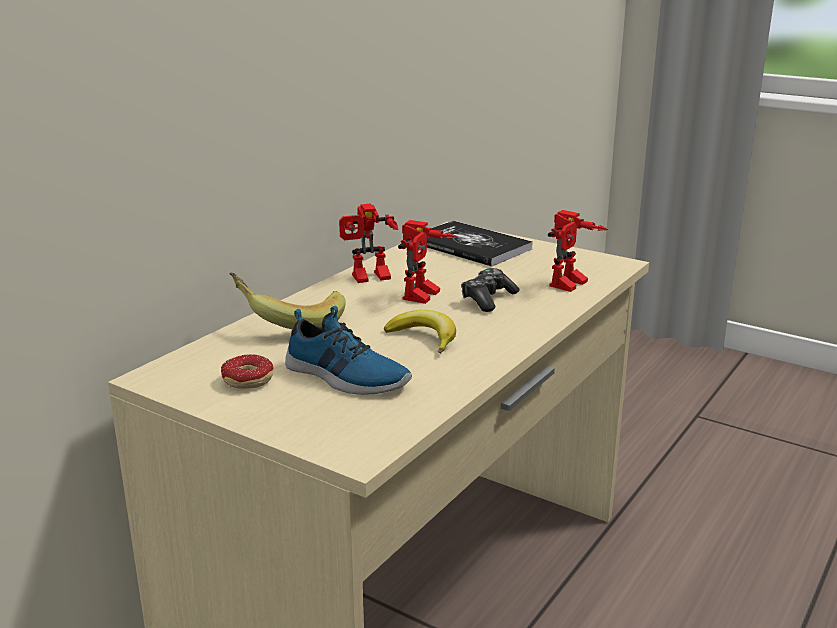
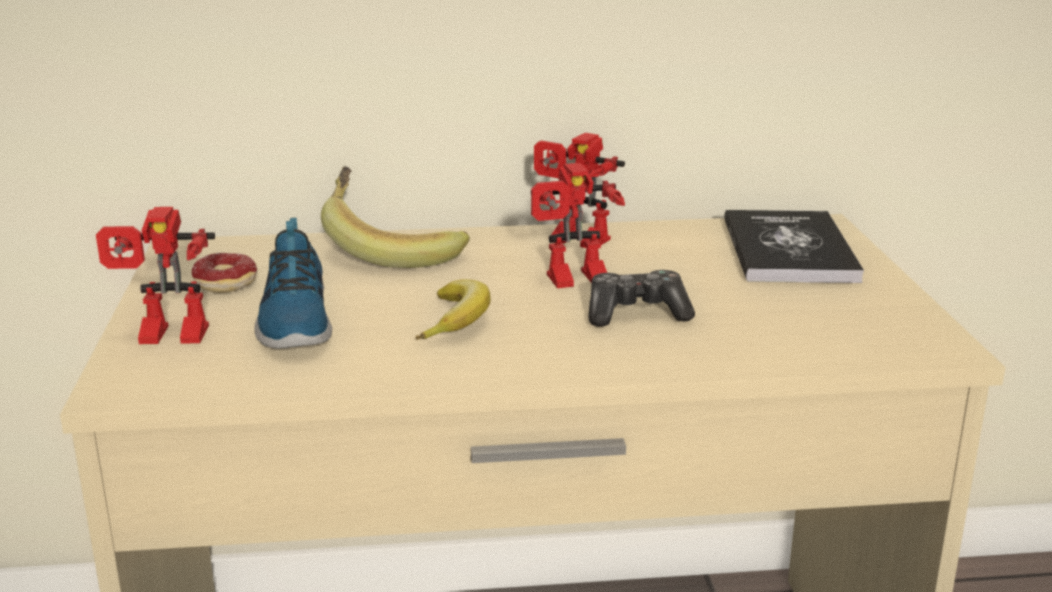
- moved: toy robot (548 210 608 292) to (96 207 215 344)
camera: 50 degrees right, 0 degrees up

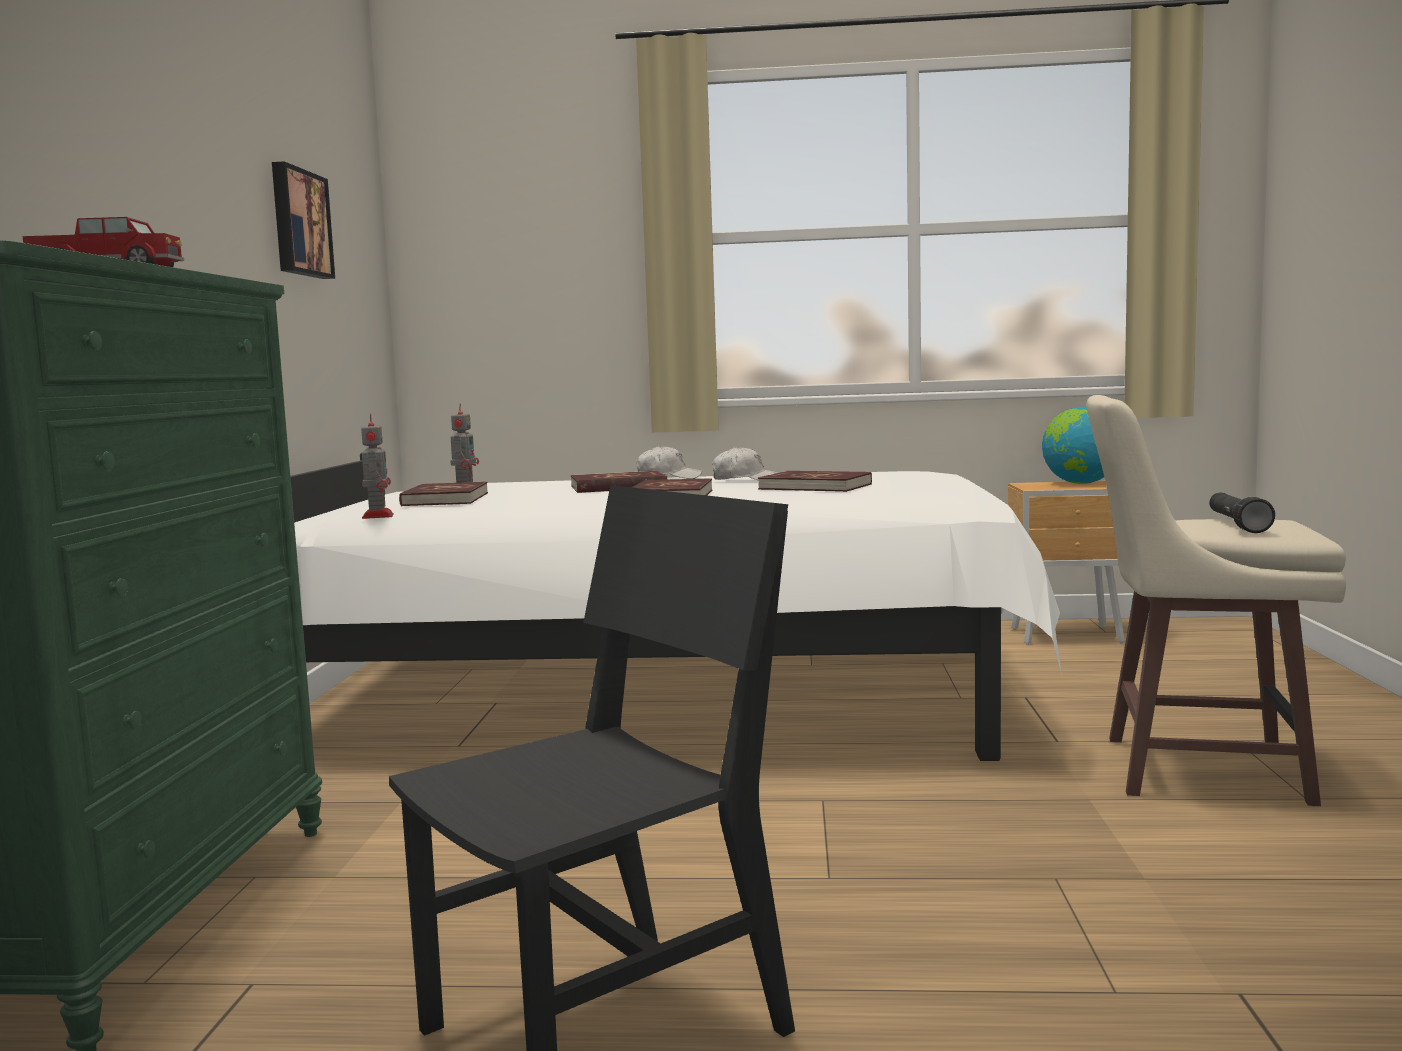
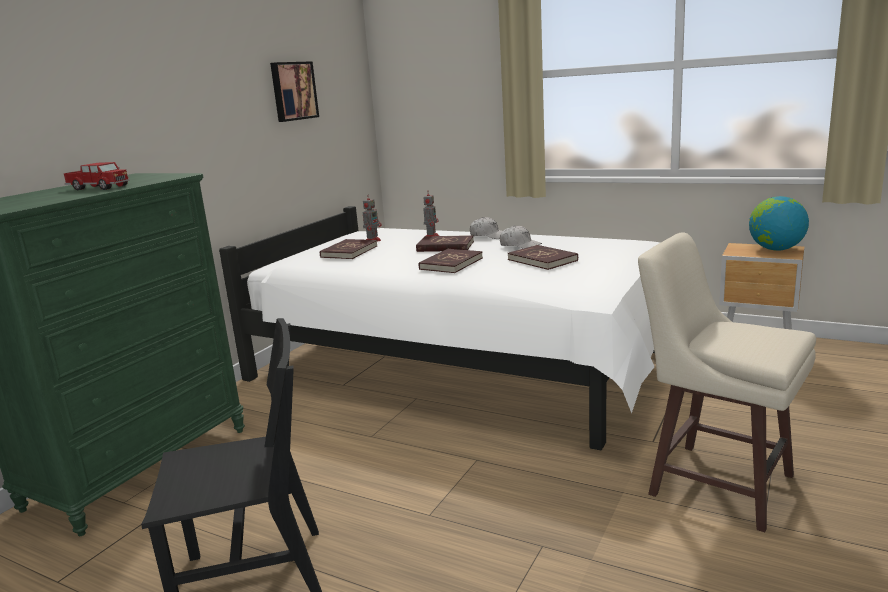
- moved: toy robot (361 413 394 519) to (423 191 439 236)
- removed: black flashlight (1209 493 1275 533)
camera: 25 degrees right, 10 degrees up

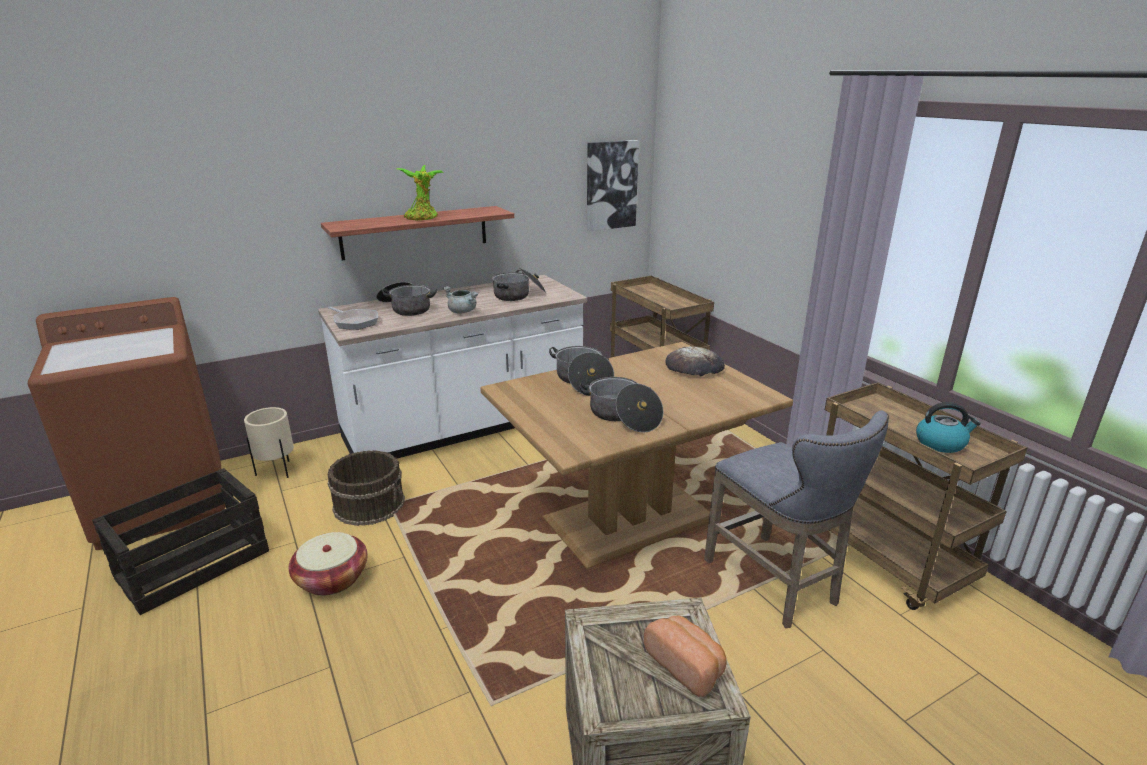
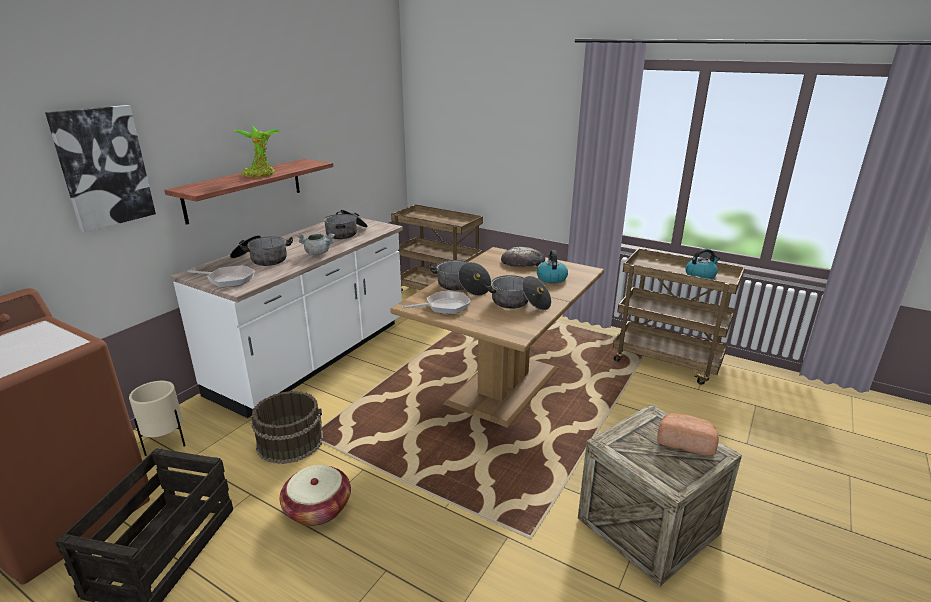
- moved: picture (587 140 639 231) to (45 105 156 232)
- removed: grey stool (704 410 889 628)
- added: kettle (537 250 568 284)
- added: frying pan (402 291 471 314)
camera: 30 degrees left, 0 degrees up

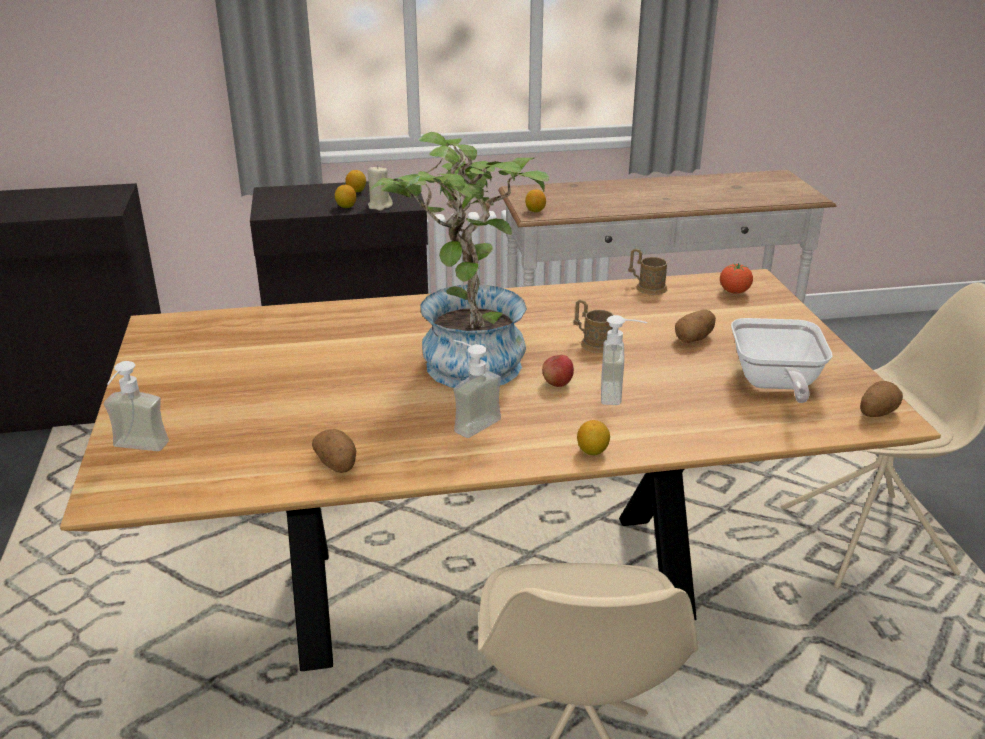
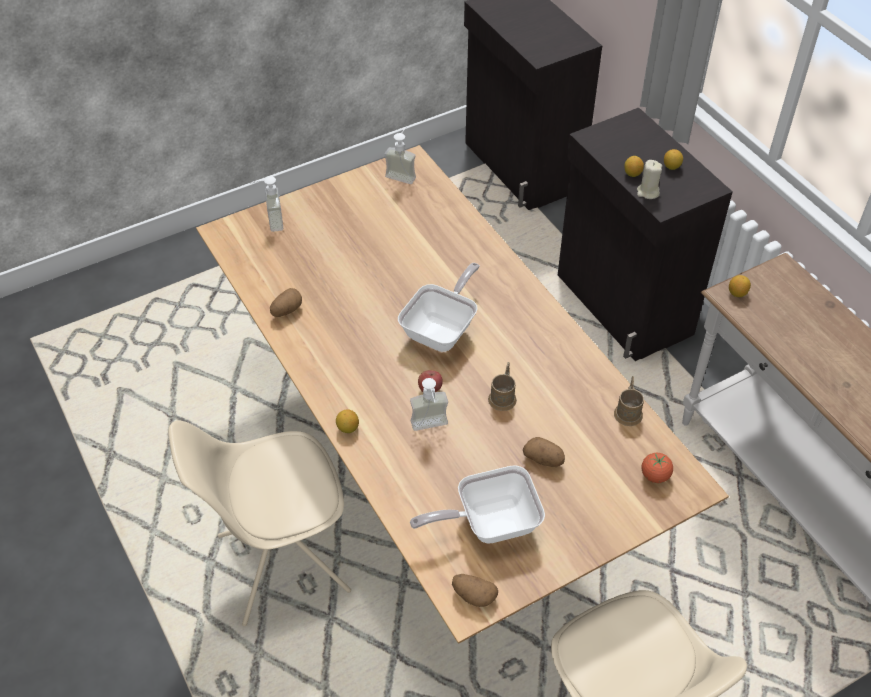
- replaced: potted plant (369 132 549 388) to frying pan (398 263 480 352)
- moved: soap dispenser (453 340 501 438) to (384 126 416 184)
camera: 70 degrees right, 20 degrees up

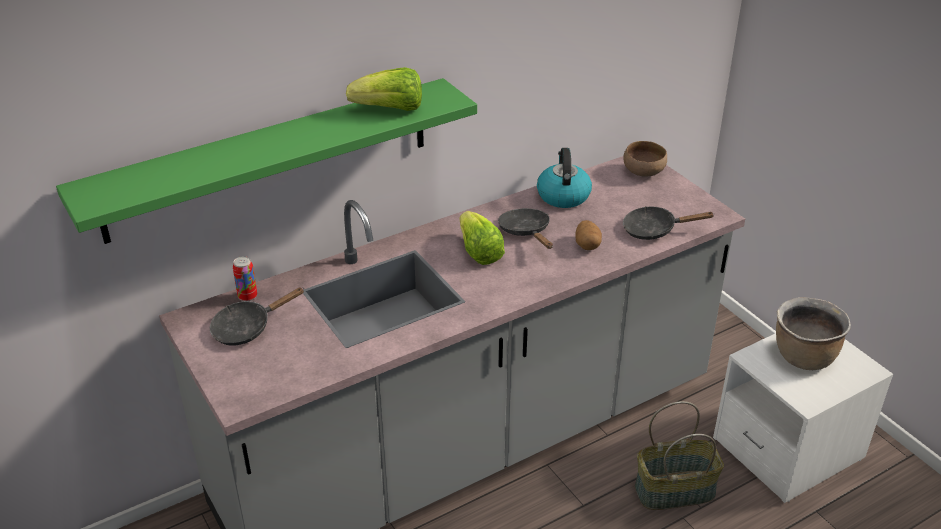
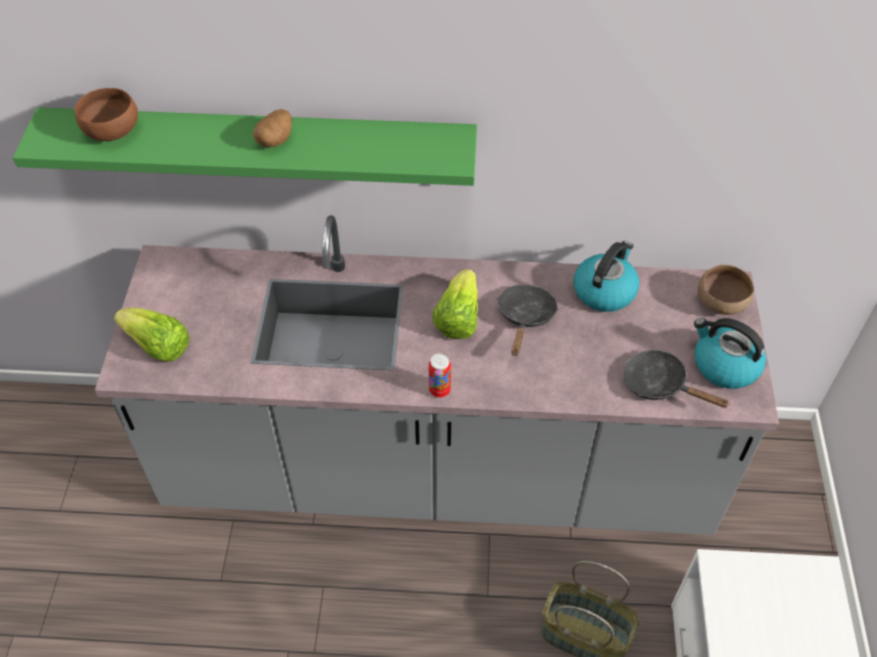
- moved: lettuce (346 67 422 111) to (114 308 190 362)
- moved: potato (575 220 602 250) to (253 109 292 148)
- moved: can (233 256 257 301) to (429 354 451 398)
- removed: black frying pan (210 287 304 346)
- removed: brown cooking pot (776 297 851 370)
- added: brown bowl (75 88 138 141)
- added: kettle (694 318 766 389)
camera: 35 degrees right, 15 degrees up

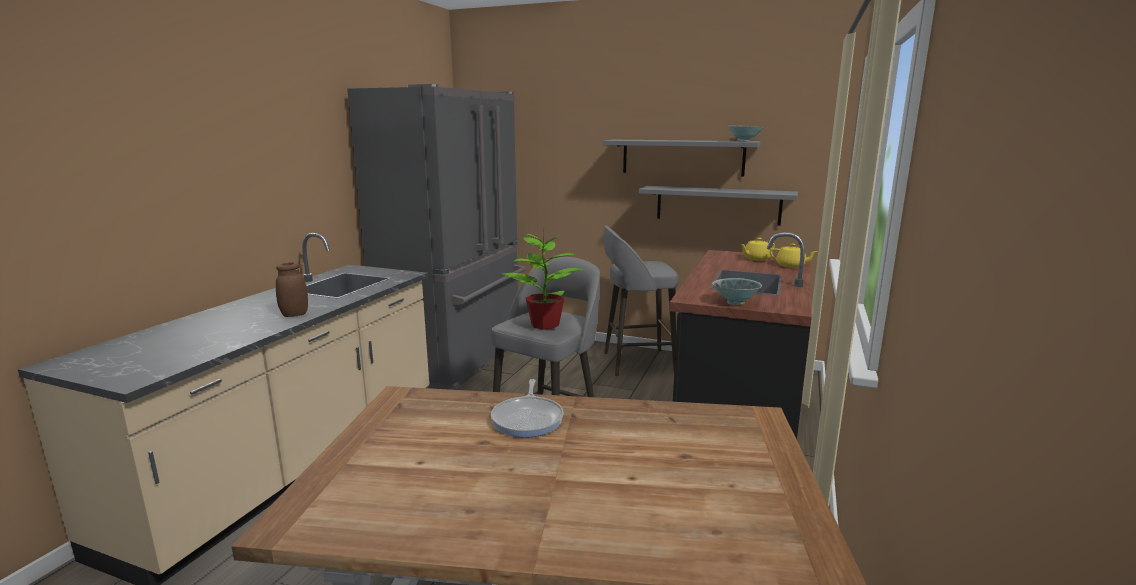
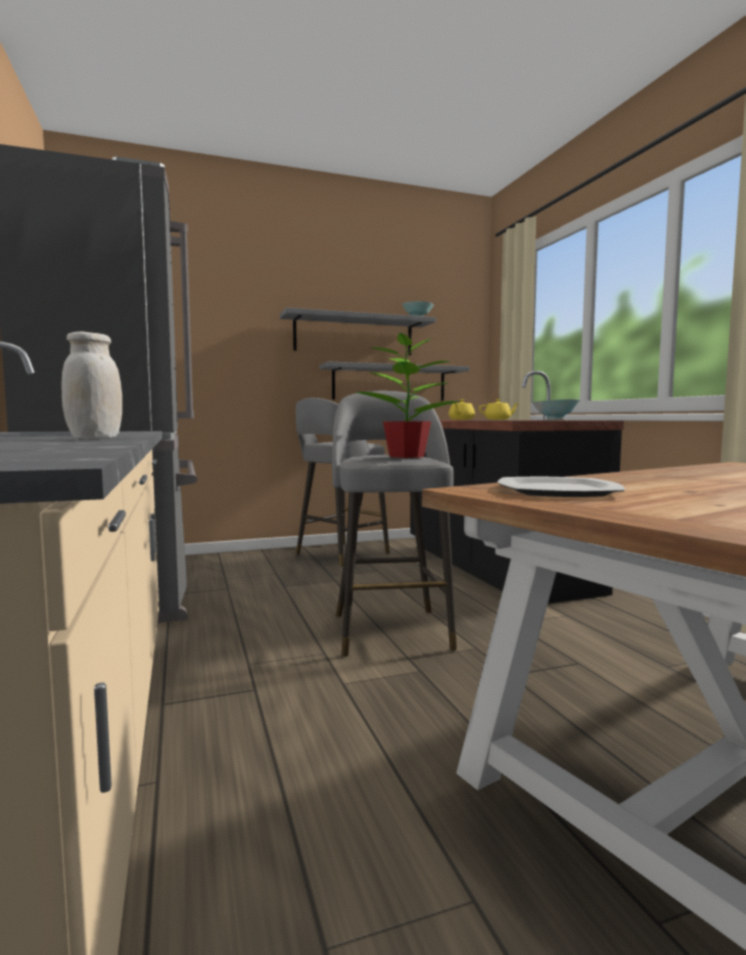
- recoloured: brown jar (276 262 308 317) to white jar (62 332 122 439)
- removed: frying pan (491 379 564 438)
- added: plate (498 477 625 497)
camera: 40 degrees left, 10 degrees down

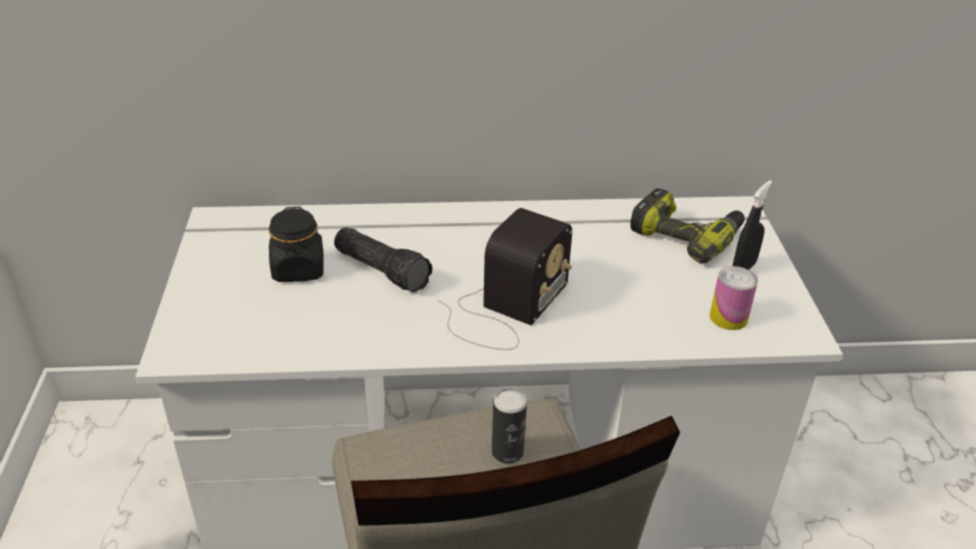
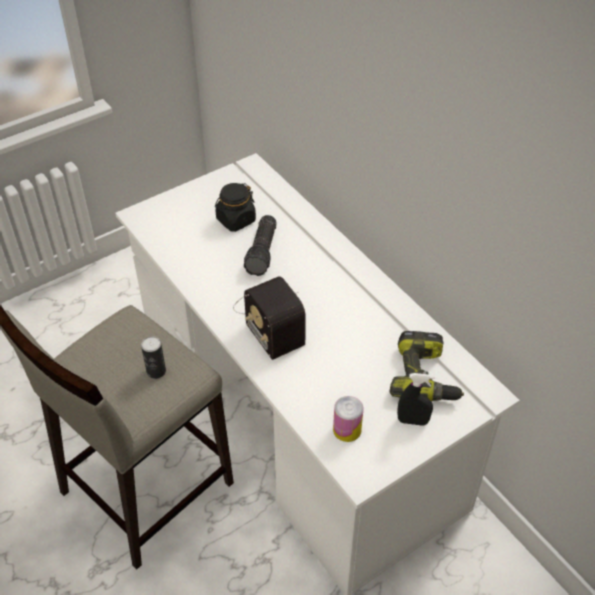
- turned: radio (438 208 572 350) = (233 276 306 360) 60 degrees clockwise
camera: 60 degrees right, 10 degrees up

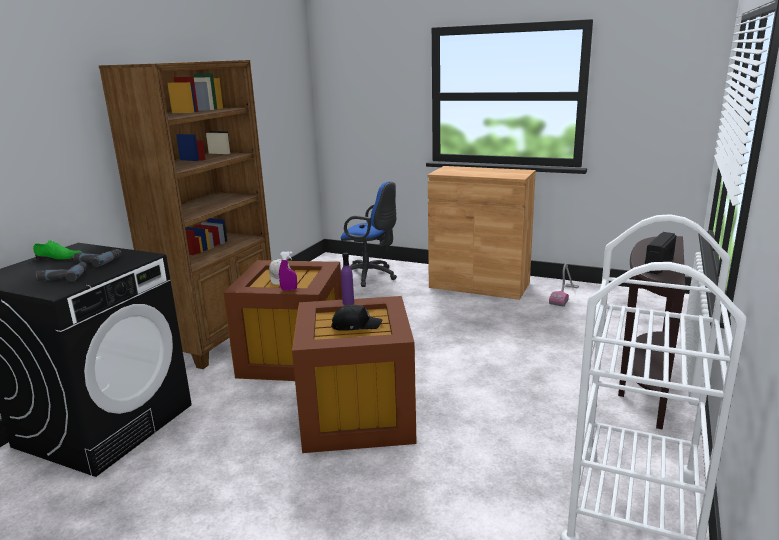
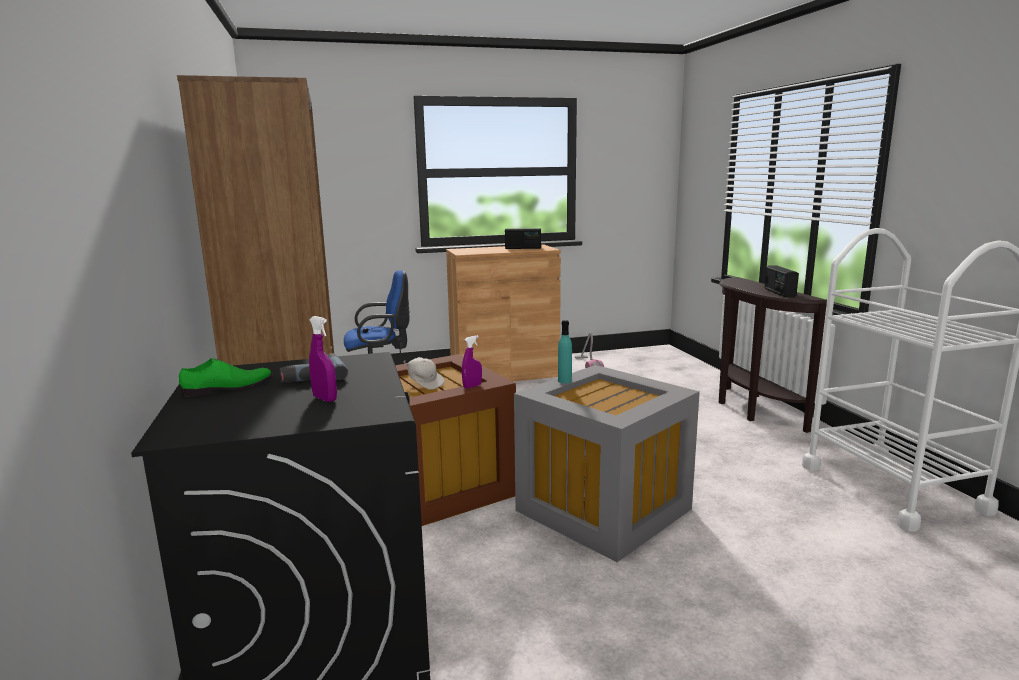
- recoloured: purple bottle (341 253 354 305) to turquoise bottle (558 320 572 383)
- replaced: power drill (36 262 87 282) to purple spray bottle (309 316 337 402)
- recoloured: brown storage box (292 296 417 453) to grey storage box (514 365 700 562)
- removed: black cap (331 305 383 331)
- added: radio (505 228 541 249)
camera: 40 degrees left, 5 degrees down

